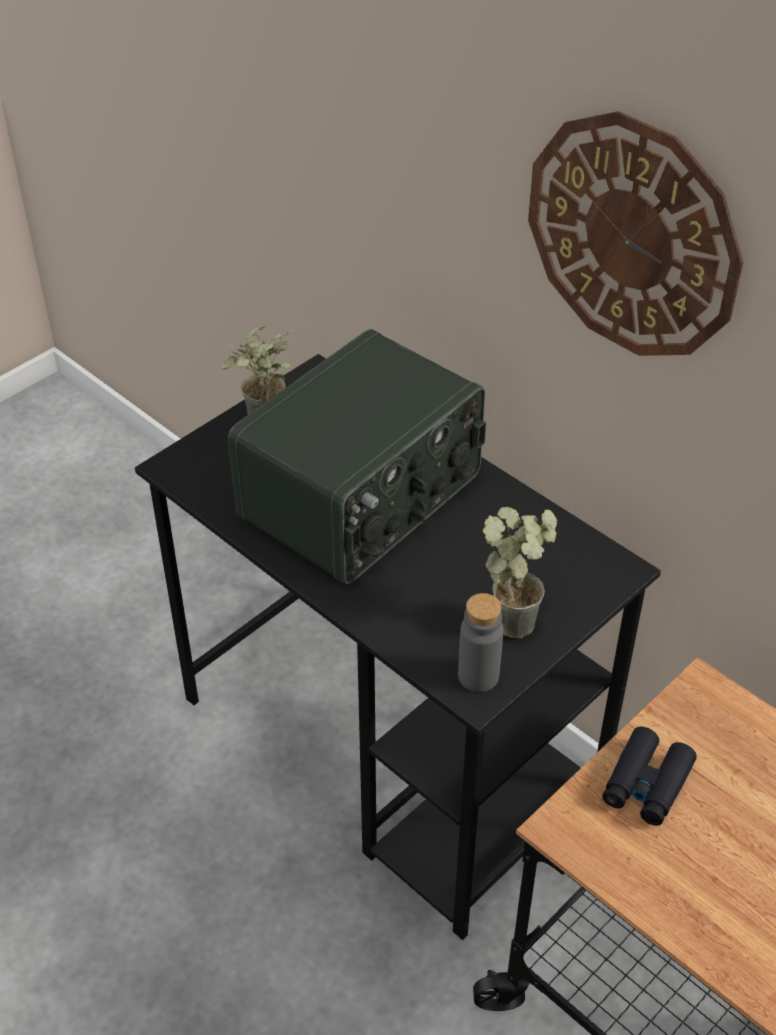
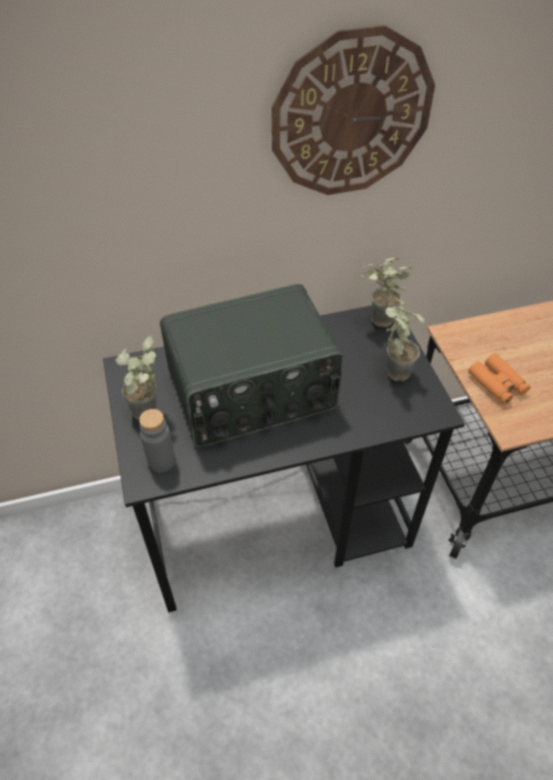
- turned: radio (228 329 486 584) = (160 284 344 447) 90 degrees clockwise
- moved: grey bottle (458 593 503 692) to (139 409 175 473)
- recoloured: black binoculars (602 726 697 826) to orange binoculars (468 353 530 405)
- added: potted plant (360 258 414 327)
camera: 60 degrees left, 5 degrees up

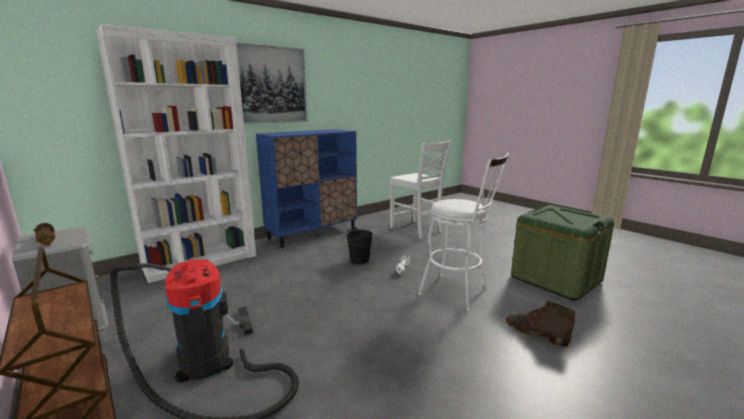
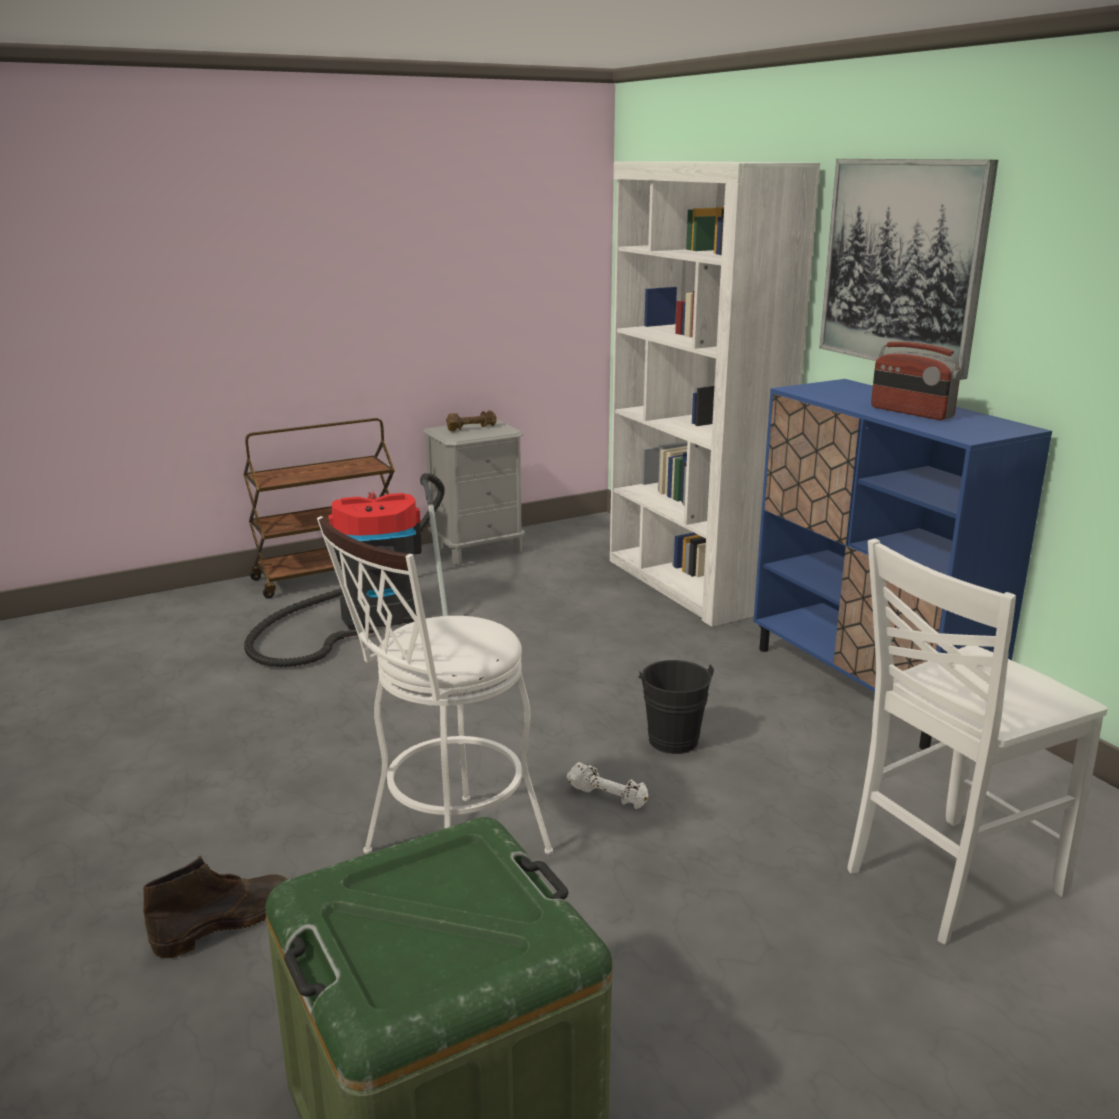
- added: radio (871 342 961 420)
camera: 100 degrees right, 5 degrees up

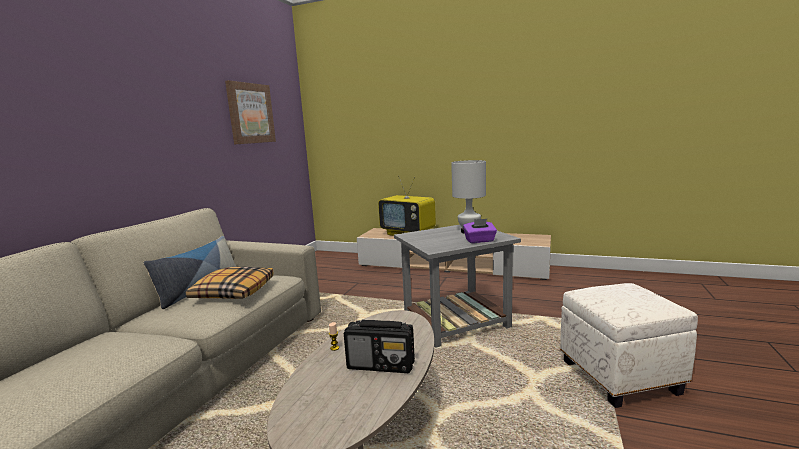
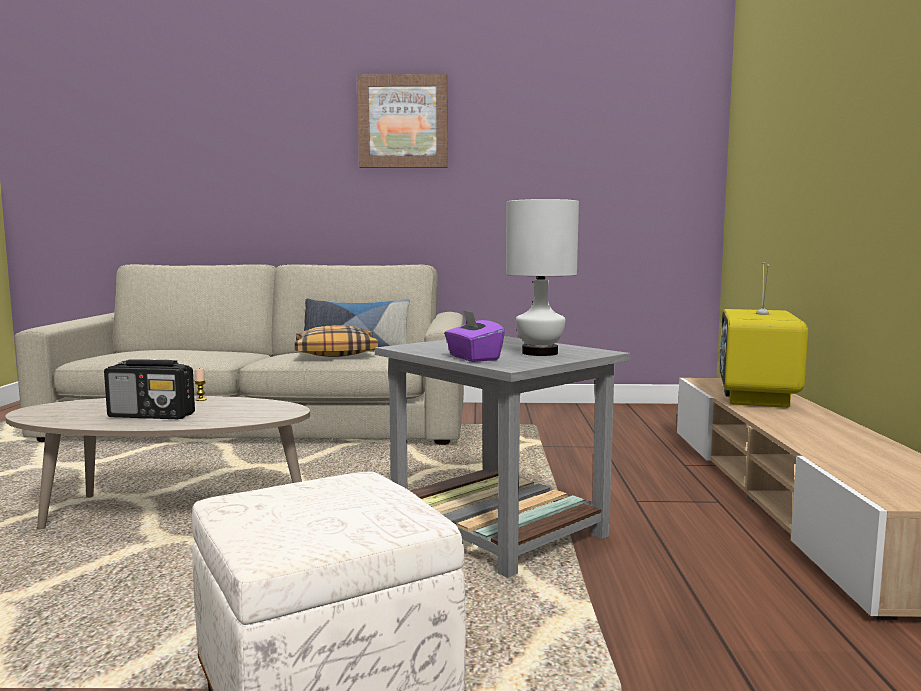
- moved: picture (225 80 276 144) to (357 74 448 168)
- turned: radio (344 320 415 373) = (104 359 195 419) 75 degrees counterclockwise
camera: 70 degrees right, 5 degrees down

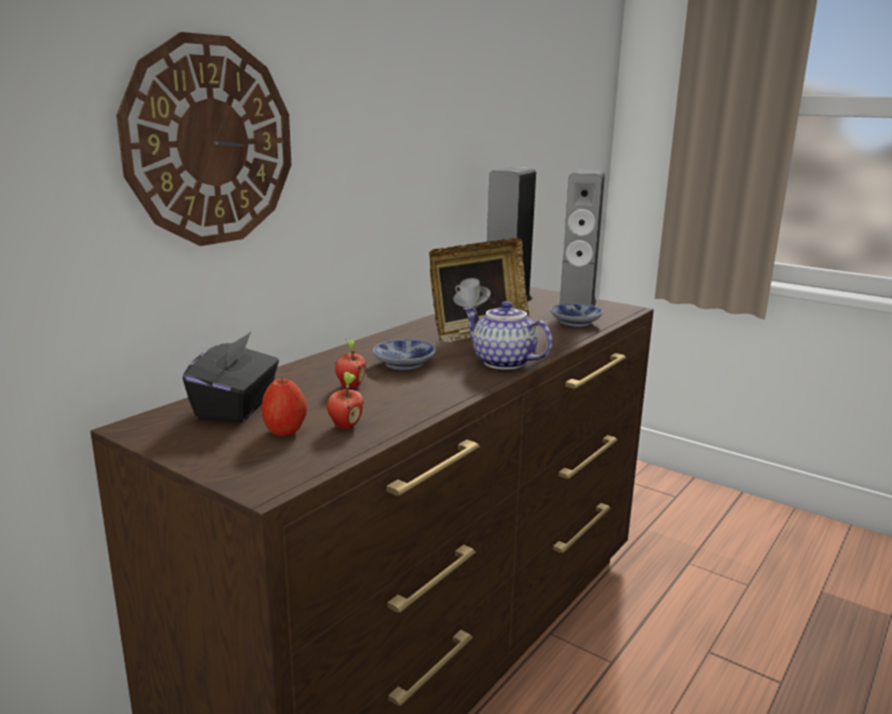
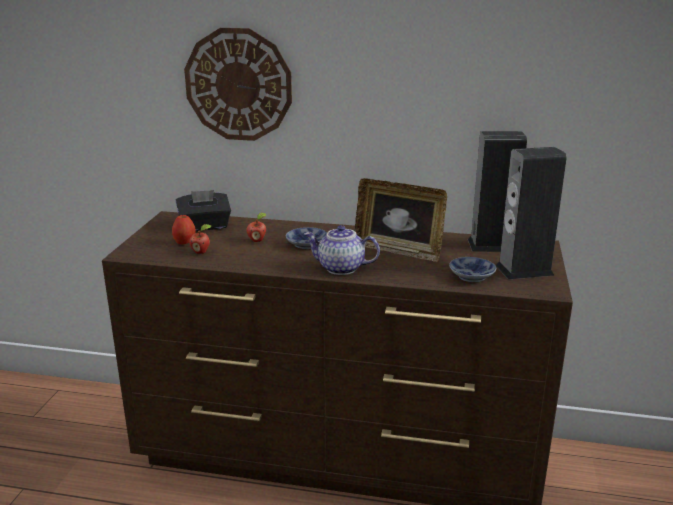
- turned: teapot (463 301 552 370) = (304 225 380 275) 90 degrees counterclockwise
camera: 65 degrees right, 5 degrees up

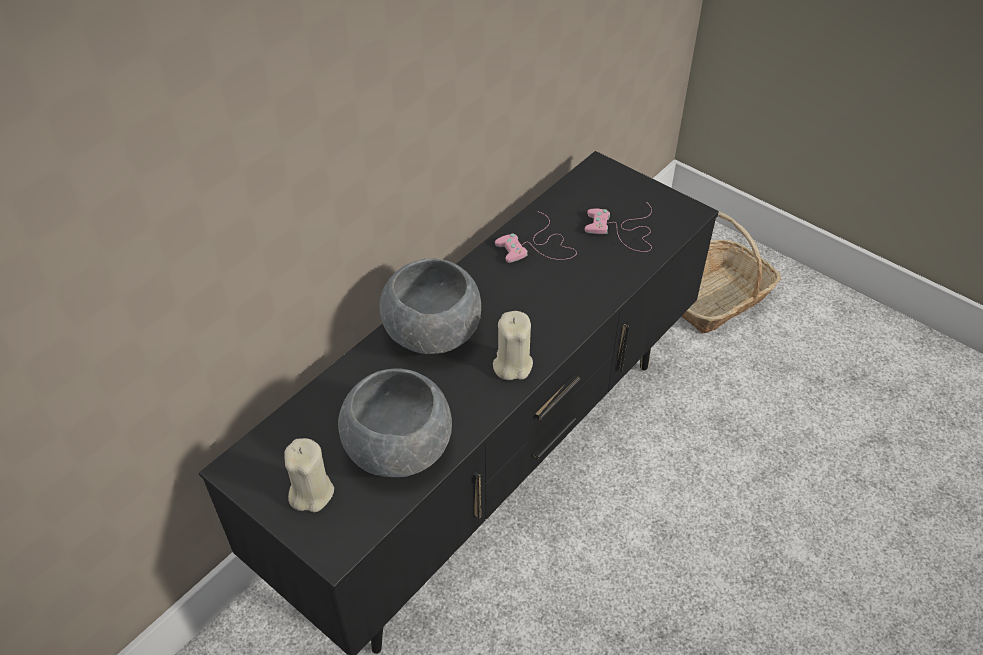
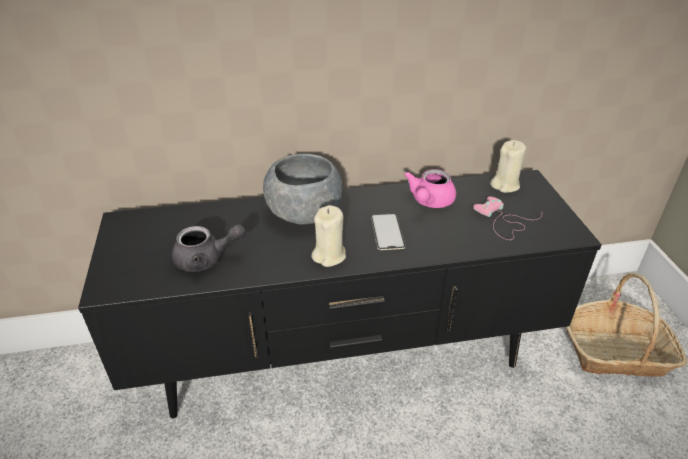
- replaced: pink game controller (495 211 577 263) to pink teapot (404 169 456 208)
- replaced: grey bowl (338 368 452 477) to grey teapot (172 224 246 272)
- moved: beige candle (284 438 334 512) to (490 140 526 193)
- added: phone (371 213 406 250)
camera: 40 degrees right, 10 degrees down

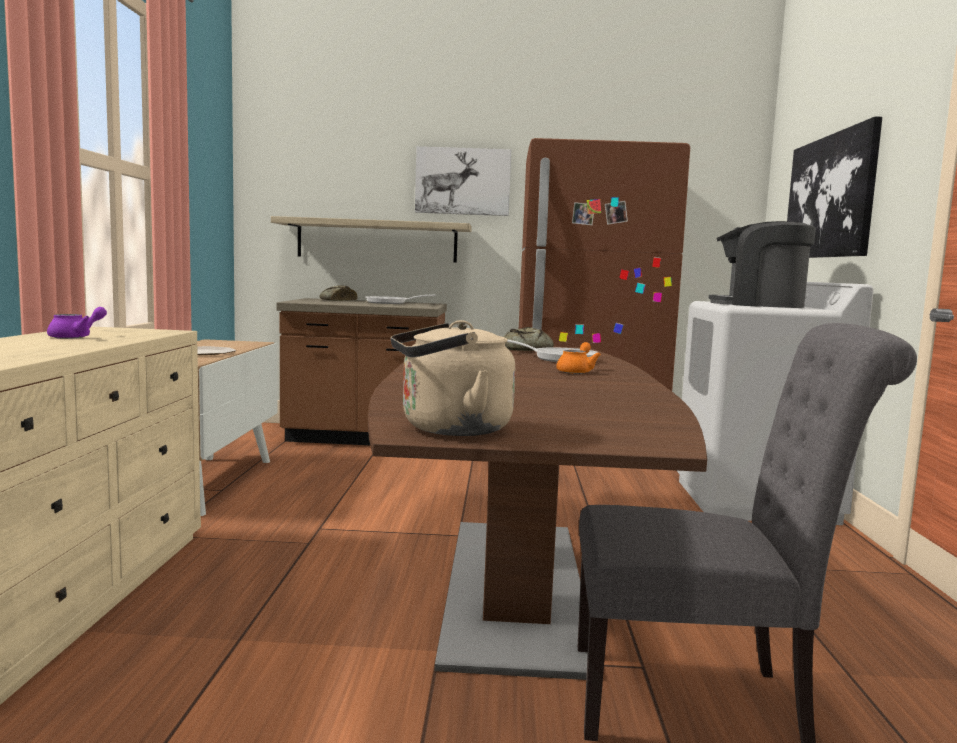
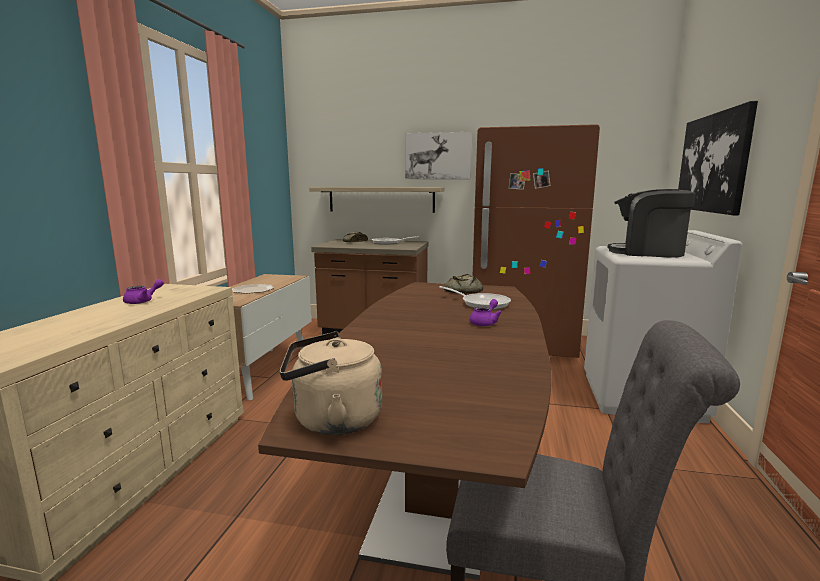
- recoloured: orange teapot (556 342 601 374) to purple teapot (469 299 502 326)
camera: 10 degrees right, 5 degrees up

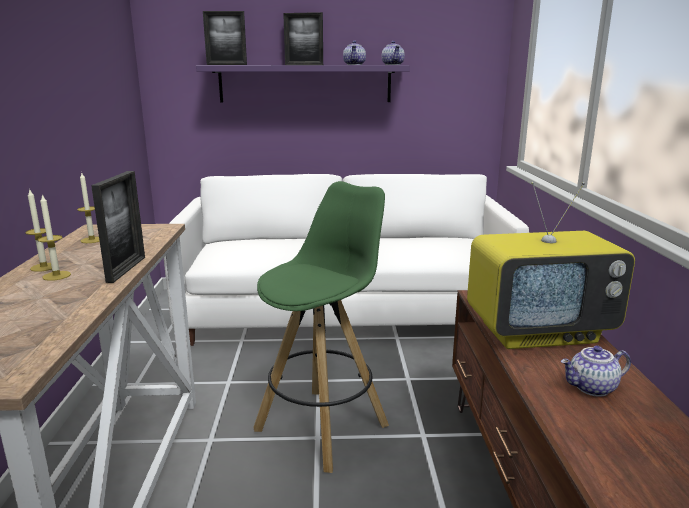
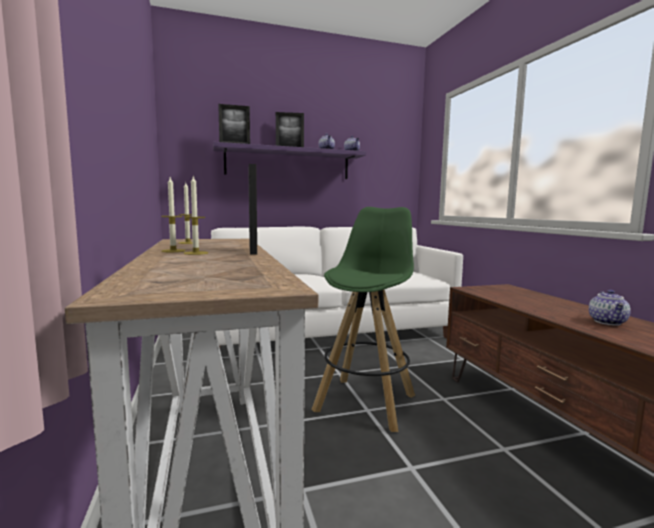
- removed: television (467 182 635 349)
- turned: teapot (561 345 631 397) = (589 290 631 326) 45 degrees counterclockwise
camera: 15 degrees left, 10 degrees down

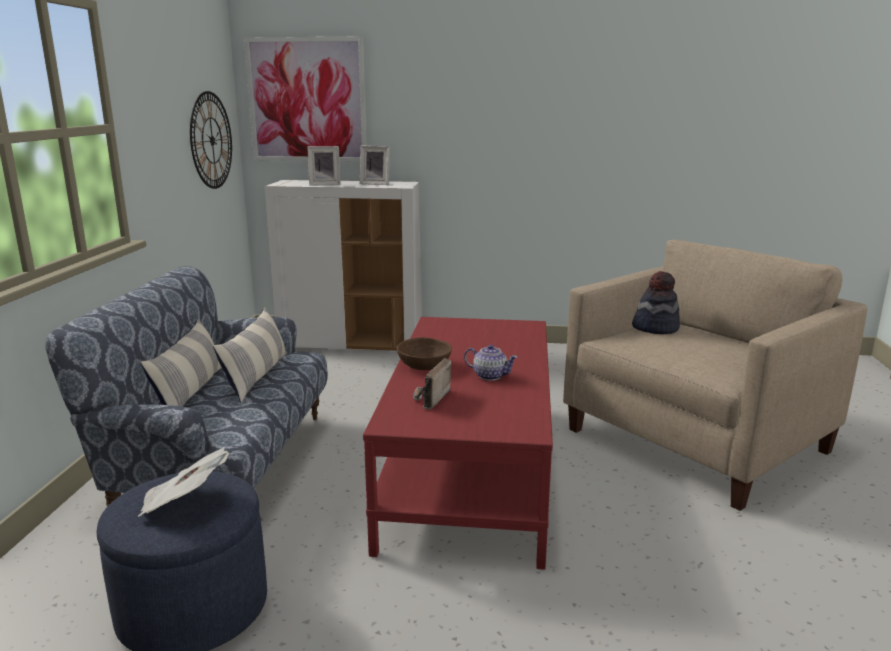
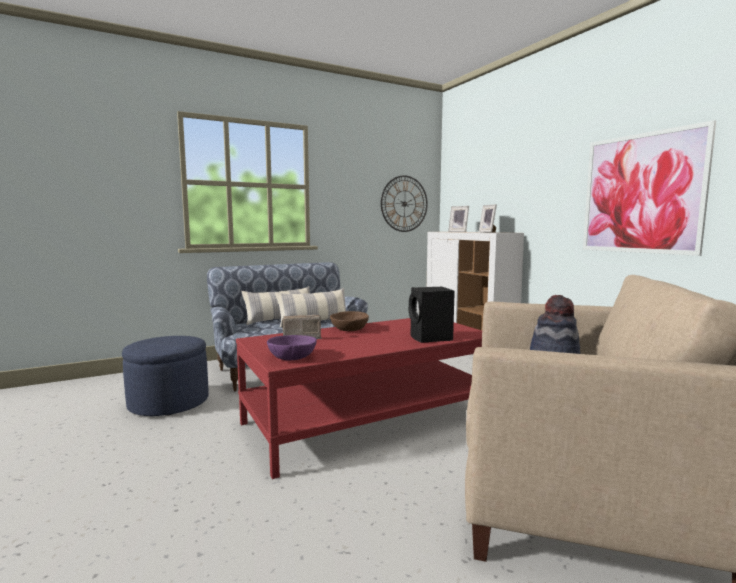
- moved: picture (244 37 367 162) to (583 120 716 256)
- removed: teapot (464 344 518 381)
- removed: newspaper (138 447 229 517)
- added: black speaker (409 287 455 343)
- added: purple bowl (267 335 317 360)
camera: 55 degrees right, 10 degrees down

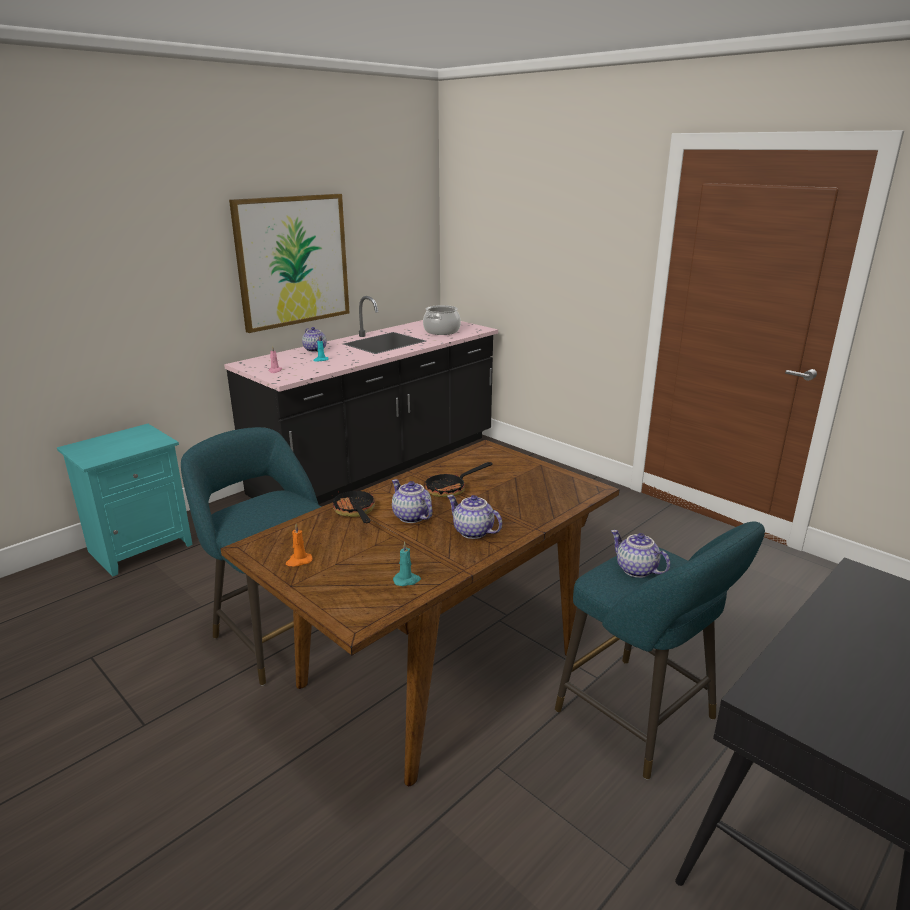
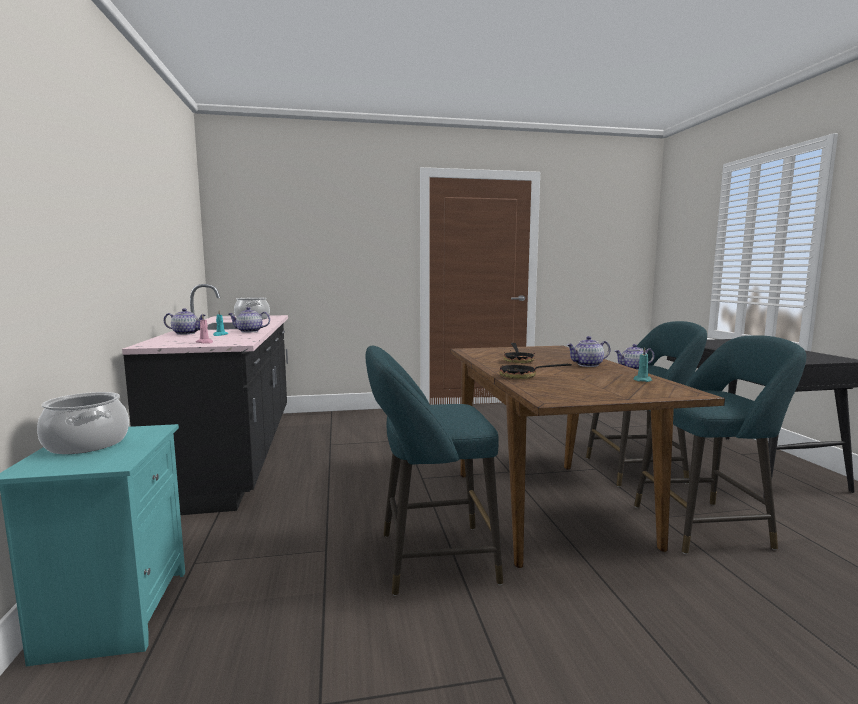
- removed: picture (229 194 350 333)
- moved: teapot (392 479 432 523) to (229 307 270 333)
- removed: orange candle (286 524 313 566)
- added: turquoise stool (634 335 806 554)
- added: cooking pot (37 392 129 454)
camera: 55 degrees left, 15 degrees down

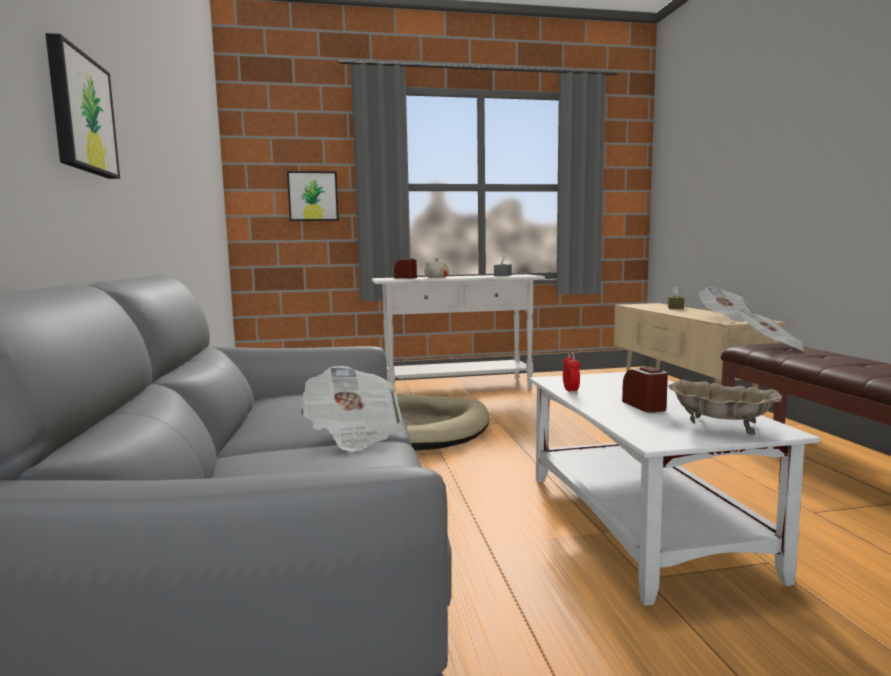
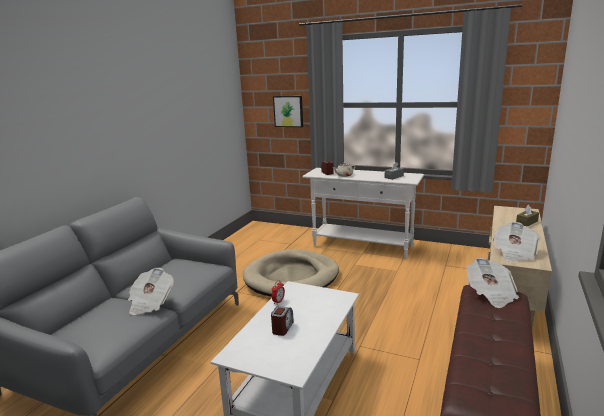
- removed: picture (45 33 120 179)
- removed: beige bowl (668 380 782 436)
camera: 35 degrees right, 10 degrees up

